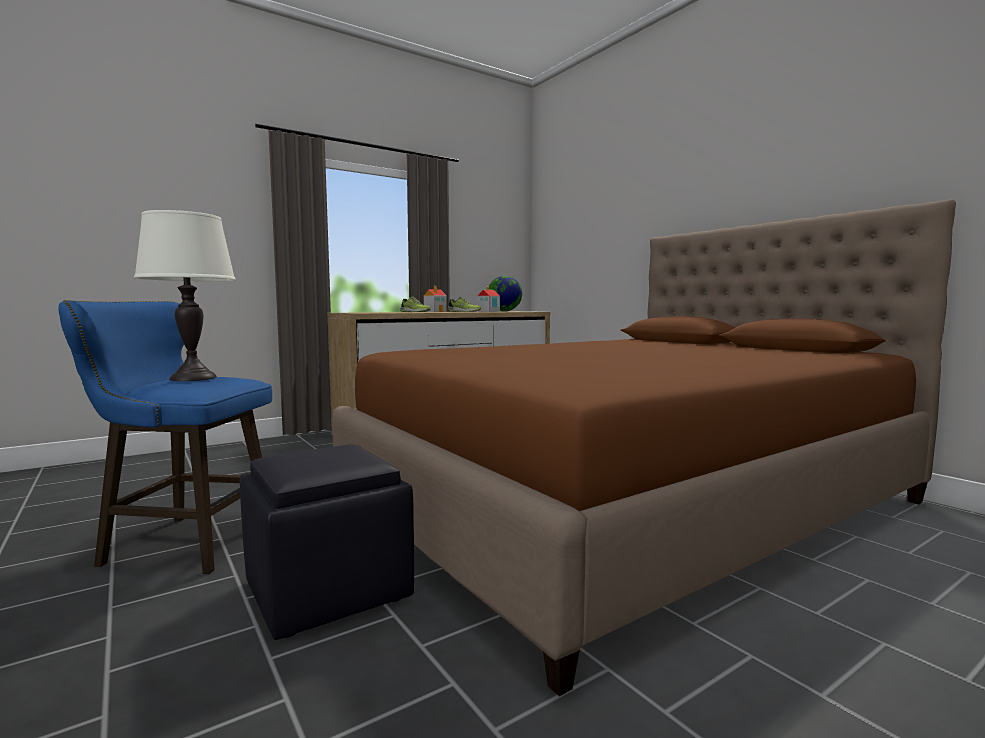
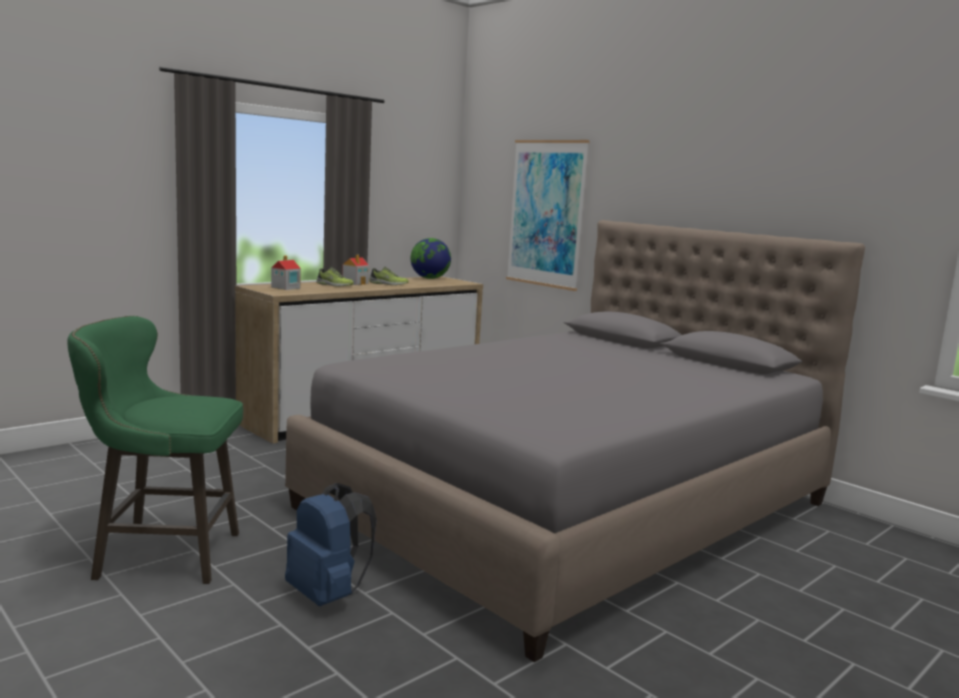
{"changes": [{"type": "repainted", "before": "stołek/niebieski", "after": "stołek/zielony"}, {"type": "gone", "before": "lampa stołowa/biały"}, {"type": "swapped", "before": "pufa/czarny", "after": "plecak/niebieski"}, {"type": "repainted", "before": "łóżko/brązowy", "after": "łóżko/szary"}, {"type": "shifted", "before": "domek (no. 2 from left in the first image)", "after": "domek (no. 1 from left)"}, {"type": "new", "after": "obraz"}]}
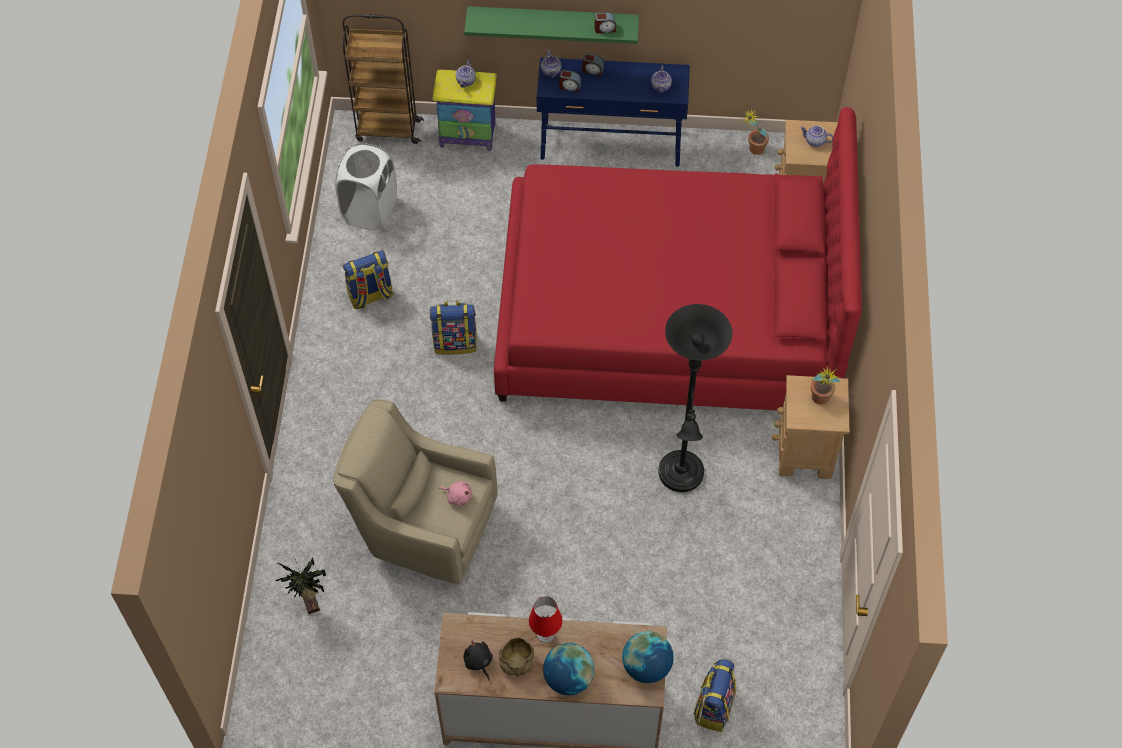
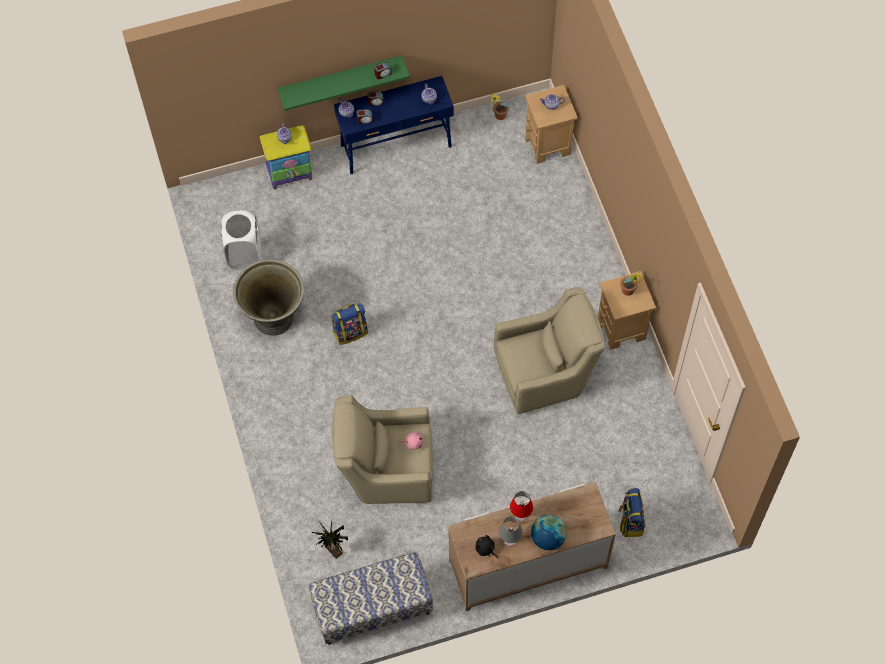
{"changes": [{"type": "swapped", "before": "plecak (no. 1 from left)", "after": "donica/szary"}, {"type": "gone", "before": "wózek/brązowy"}, {"type": "gone", "before": "łóżko/czerwony"}, {"type": "swapped", "before": "miska/beżowy", "after": "lampa stołowa/szary"}, {"type": "gone", "before": "globus (no. 2 from left)"}, {"type": "swapped", "before": "lampa stojąca/czarny", "after": "fotel/beżowy (no. 2 from left)"}, {"type": "new", "after": "ławka"}]}
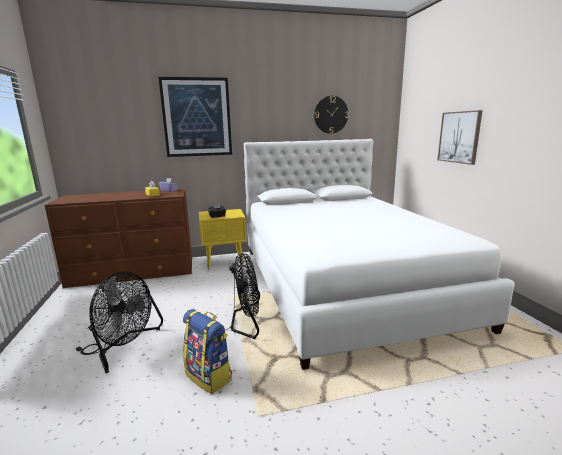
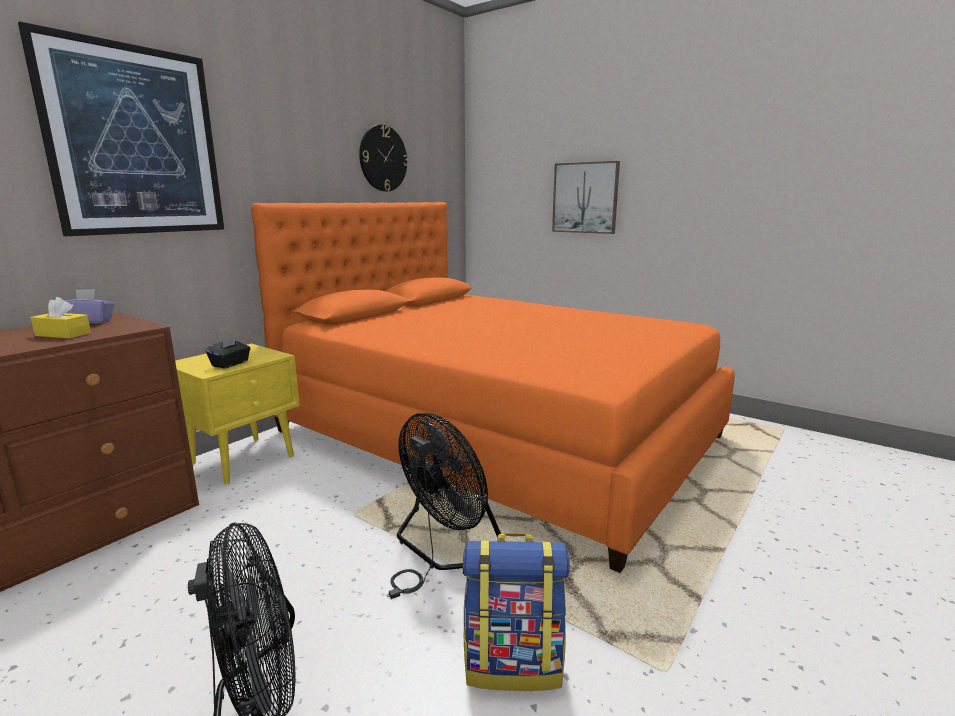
{"changes": [{"type": "repainted", "before": "łóżko/biały", "after": "łóżko/pomarańczowy"}]}
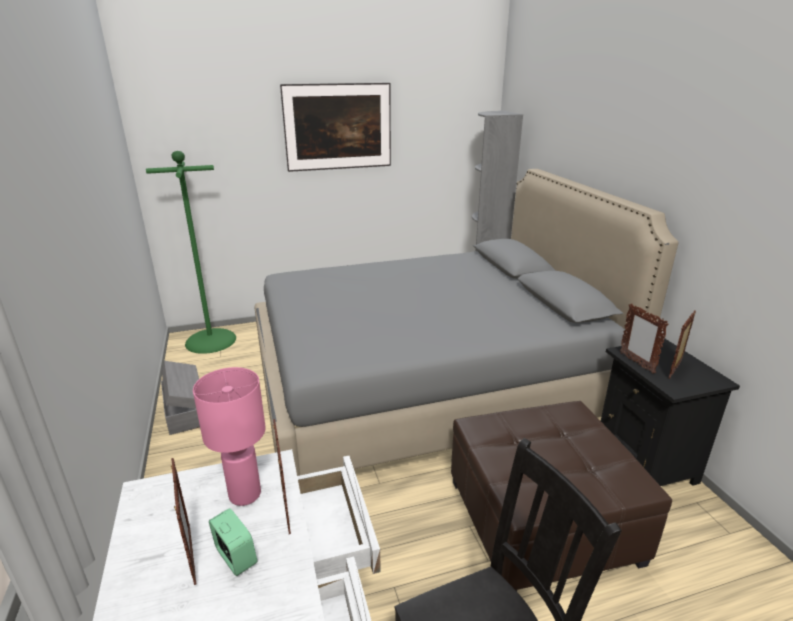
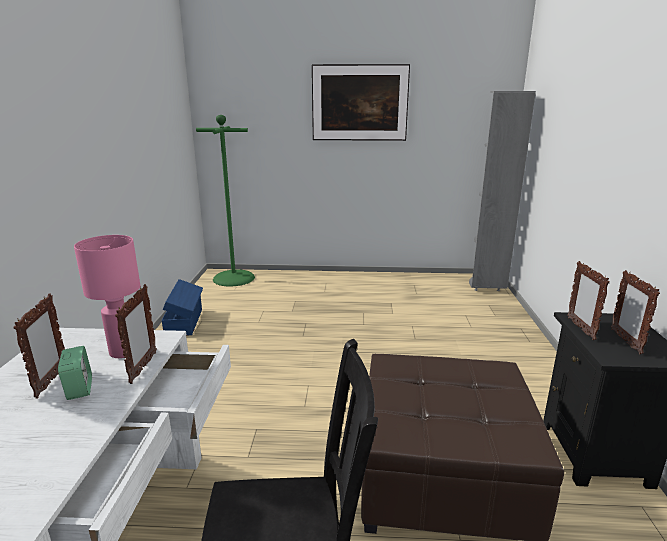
{"changes": [{"type": "repainted", "before": "pojemnik do przechowywania/szary", "after": "pojemnik do przechowywania/niebieski"}, {"type": "gone", "before": "łóżko/szary"}, {"type": "rotated", "before": "ramka na zdjęcie (no. 4 from left)", "turn": -60}]}
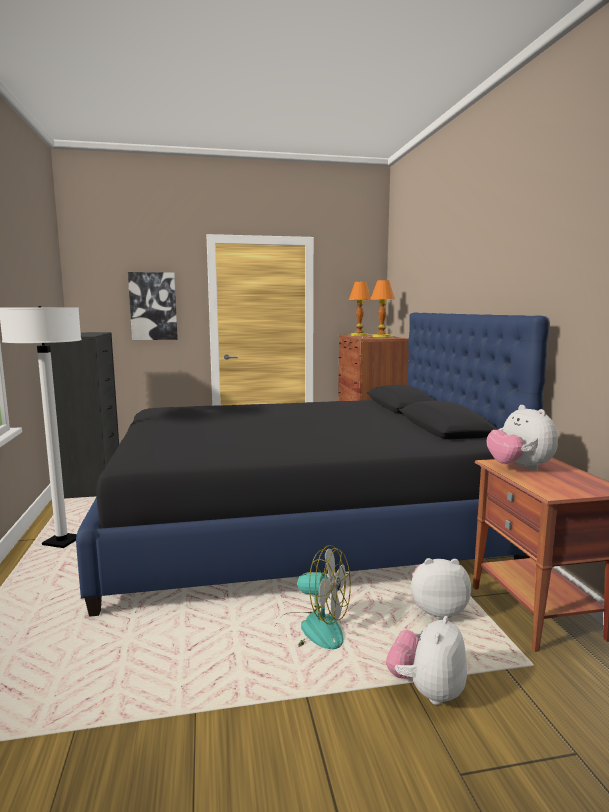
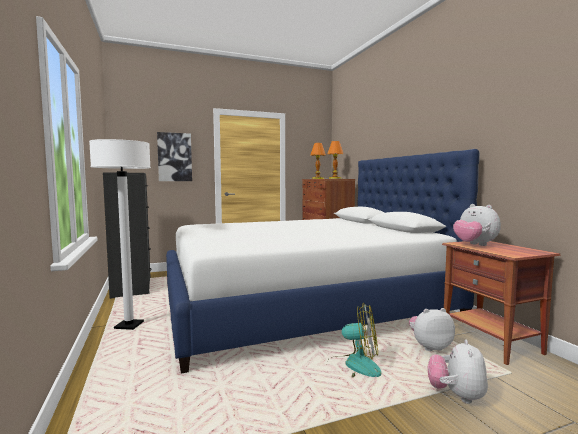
{"changes": [{"type": "repainted", "before": "łóżko/czarny", "after": "łóżko/biały"}]}
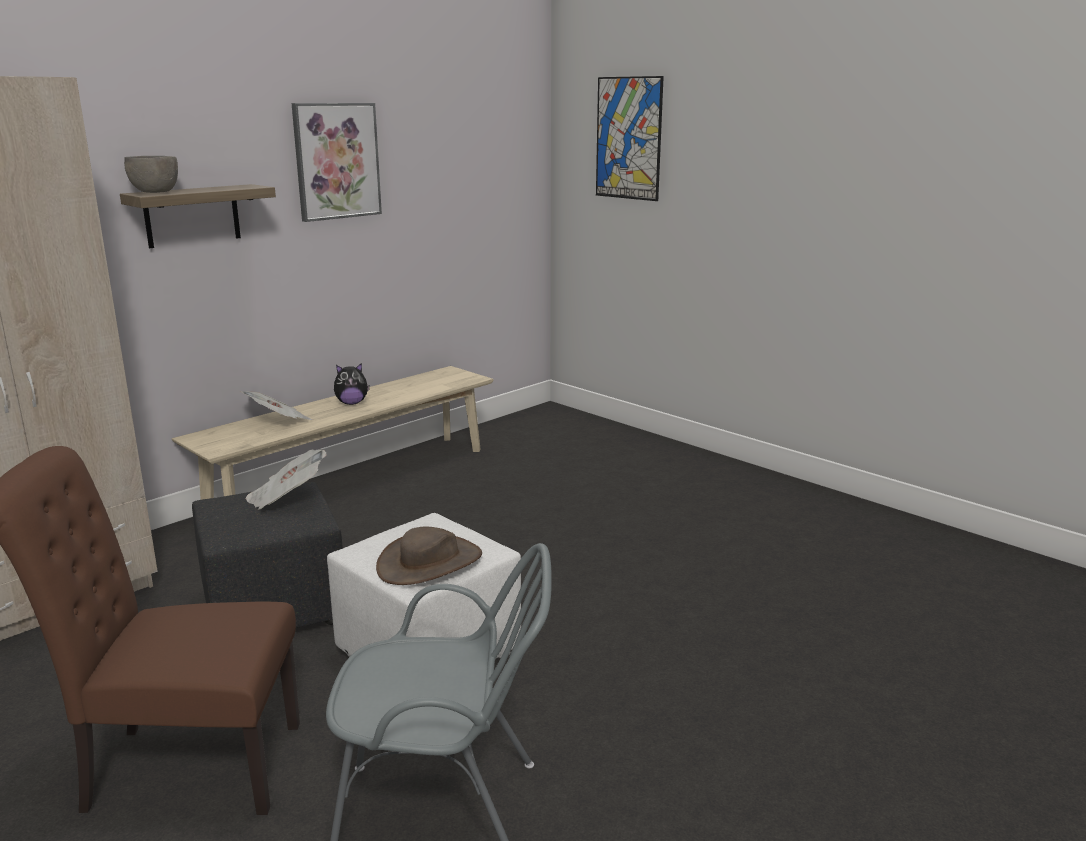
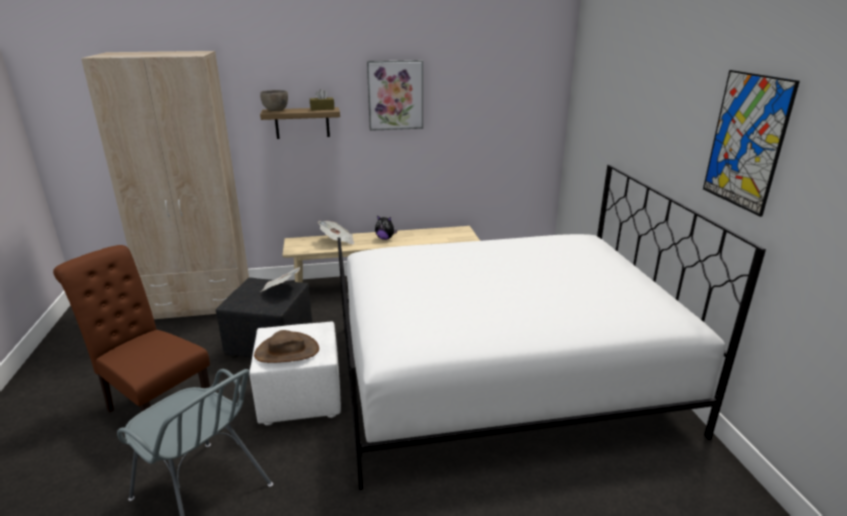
{"changes": [{"type": "shifted", "before": "obraz (no. 2 from left)"}, {"type": "new", "after": "pudełko chusteczek/brązowy"}, {"type": "new", "after": "łóżko/biały"}]}
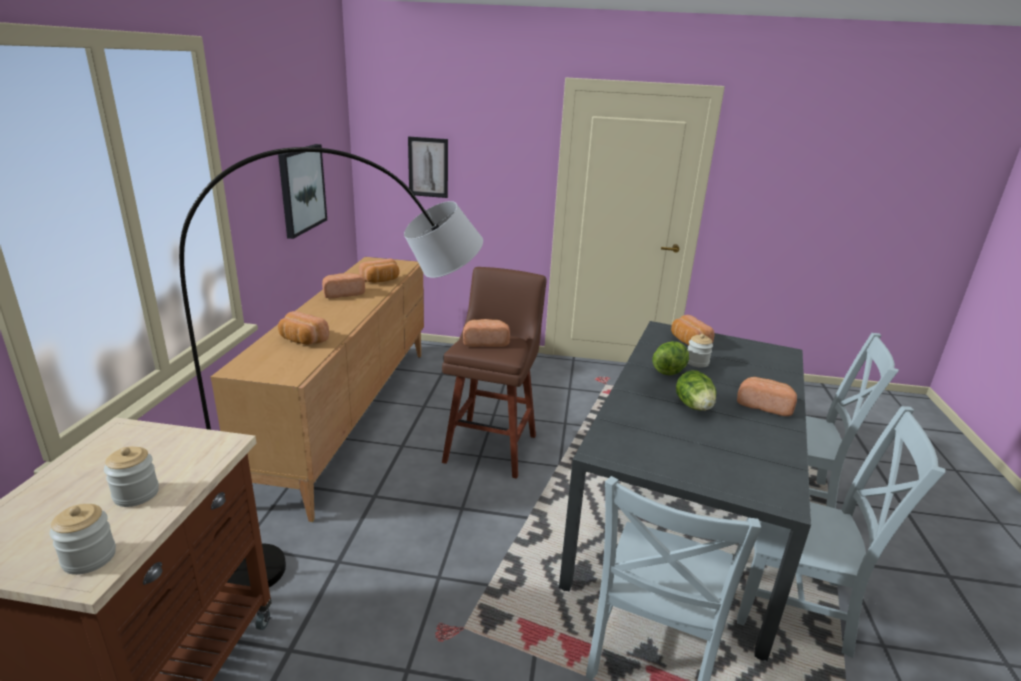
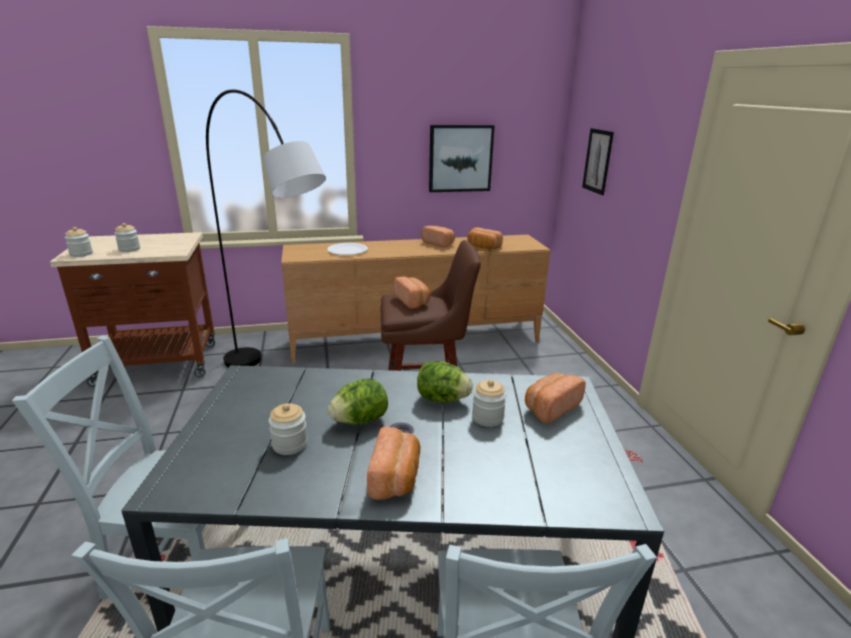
{"changes": [{"type": "swapped", "before": "chleb (no. 1 from left)", "after": "talerz/biały"}, {"type": "new", "after": "słoik (no. 3 from left)"}]}
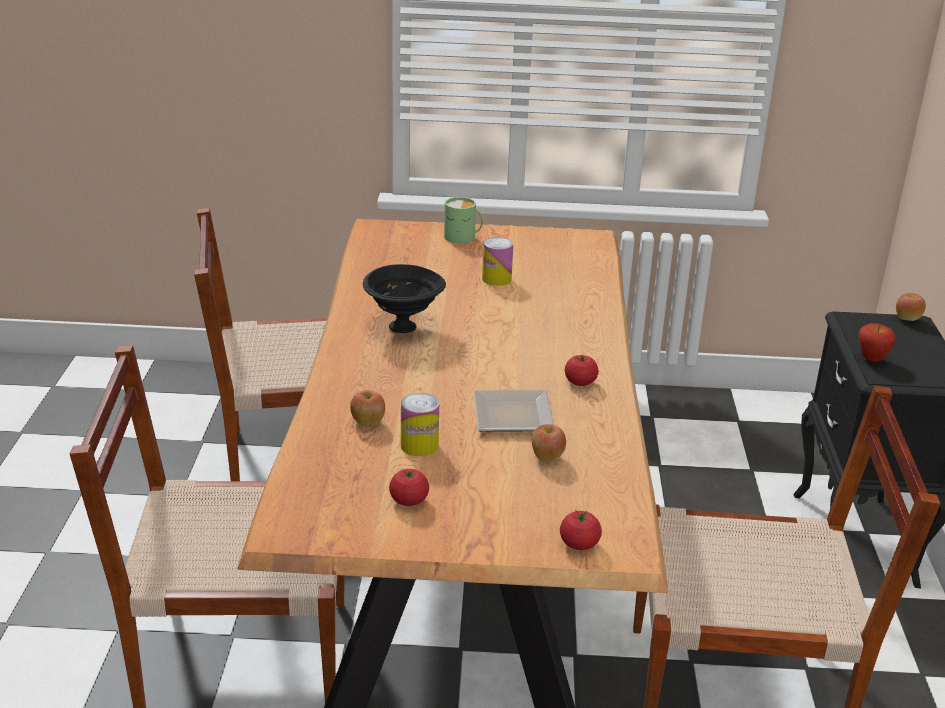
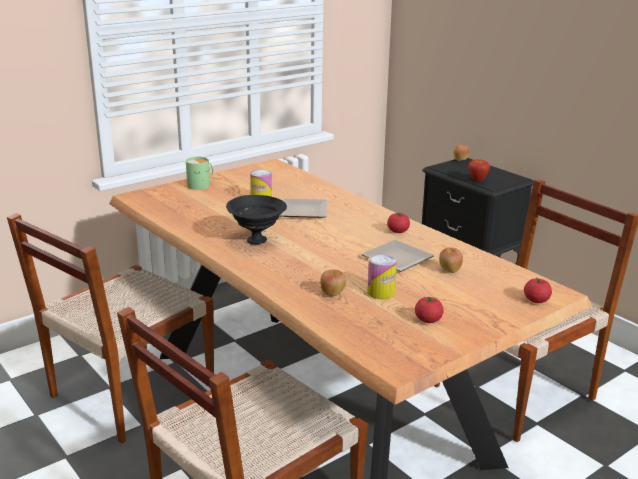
{"changes": [{"type": "new", "after": "talerz (no. 1 from left)"}]}
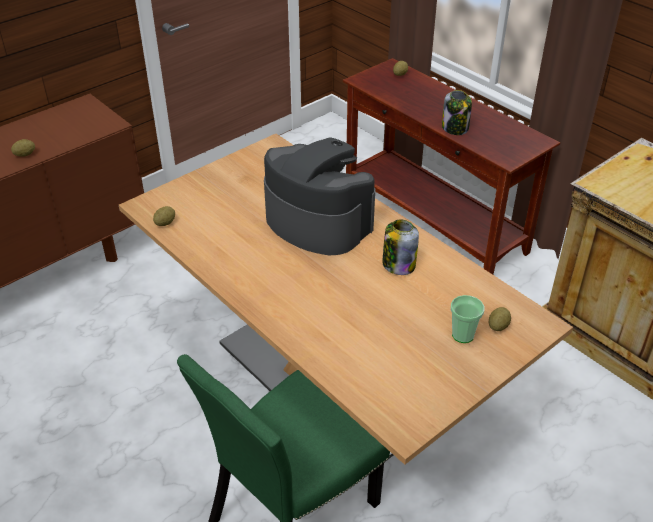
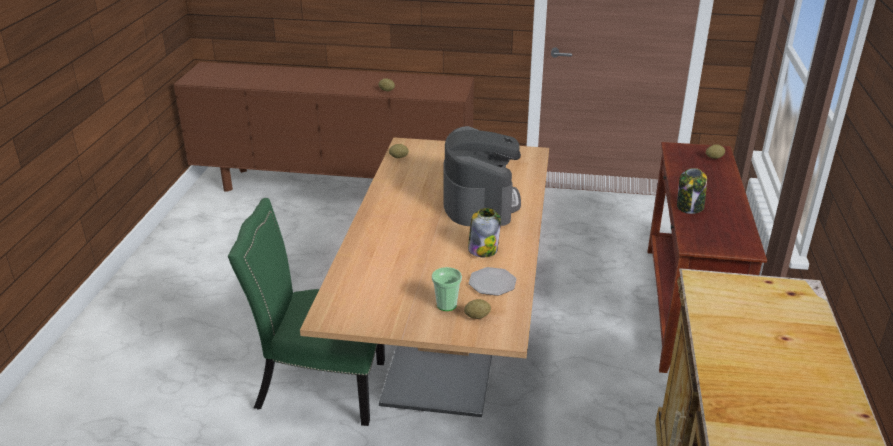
{"changes": [{"type": "new", "after": "talerz"}]}
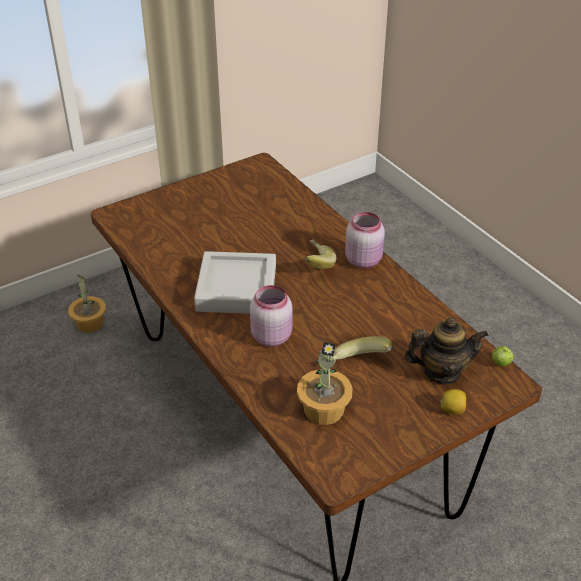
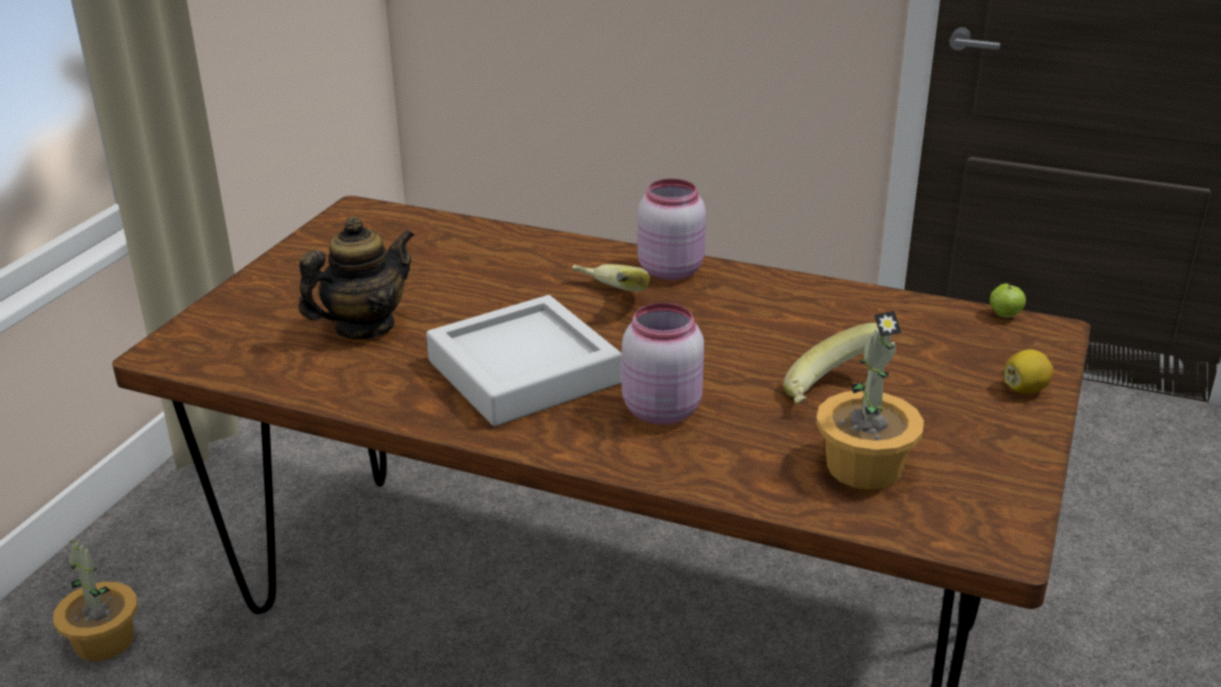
{"changes": [{"type": "shifted", "before": "imbryk"}]}
